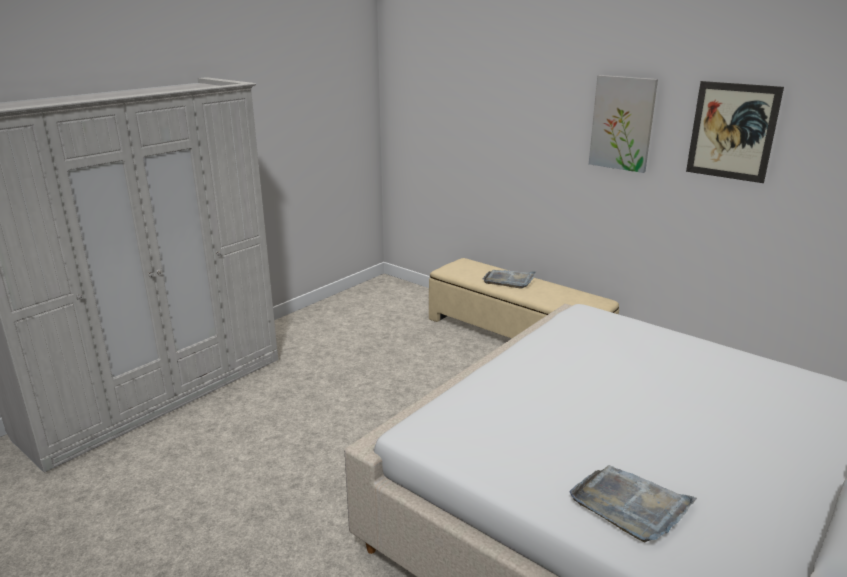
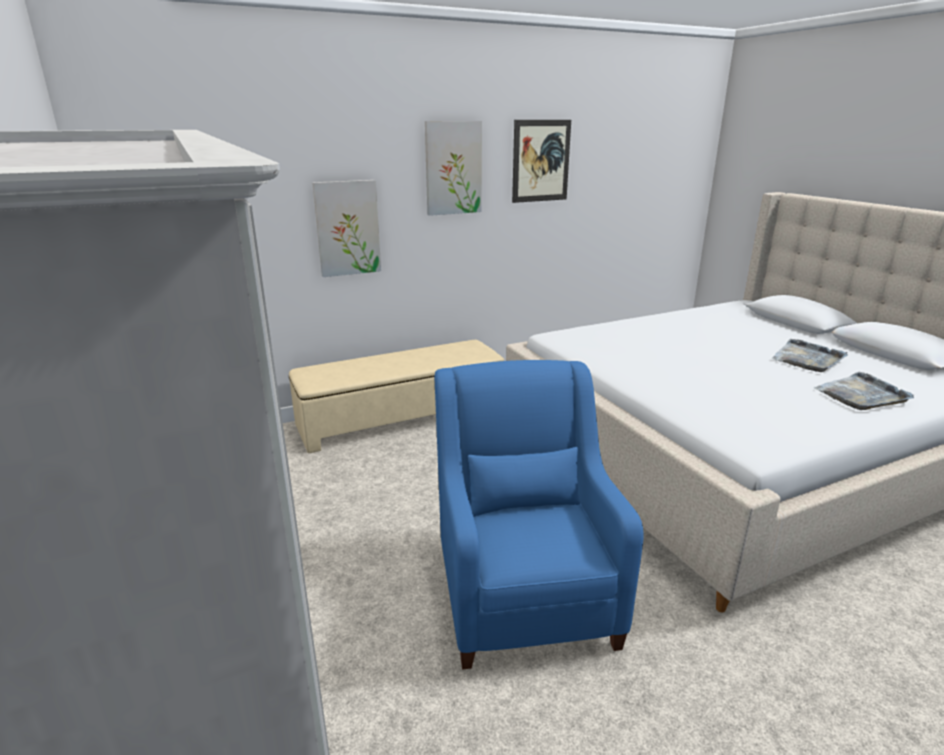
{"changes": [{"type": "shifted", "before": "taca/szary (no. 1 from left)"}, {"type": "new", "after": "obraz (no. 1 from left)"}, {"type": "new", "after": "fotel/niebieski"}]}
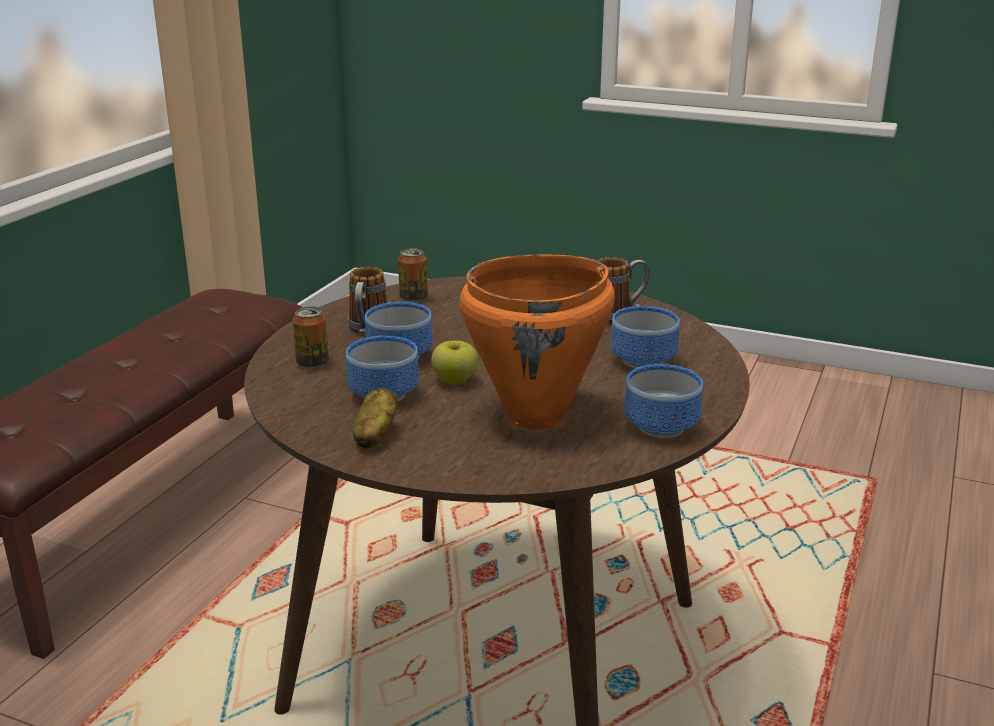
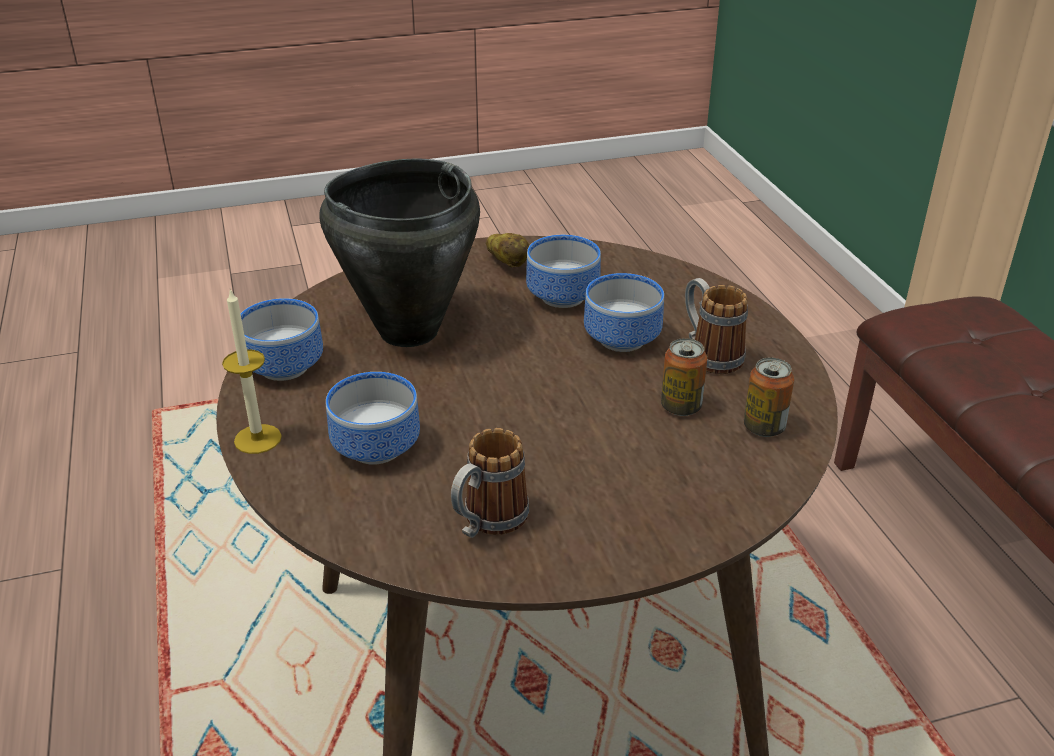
{"changes": [{"type": "shifted", "before": "puszka (no. 1 from left)"}, {"type": "gone", "before": "jabłko"}, {"type": "repainted", "before": "garnek/pomarańczowy", "after": "garnek/czarny"}, {"type": "new", "after": "świeca"}]}
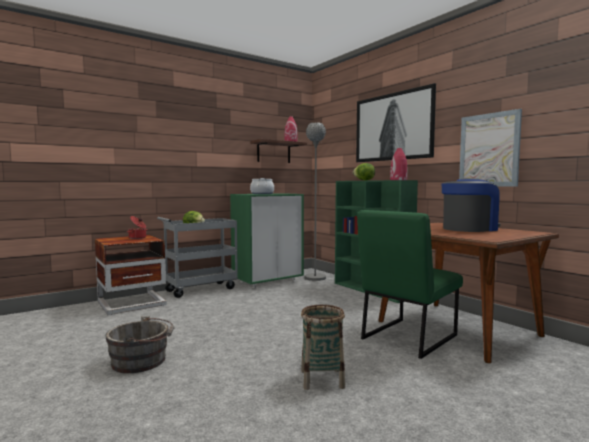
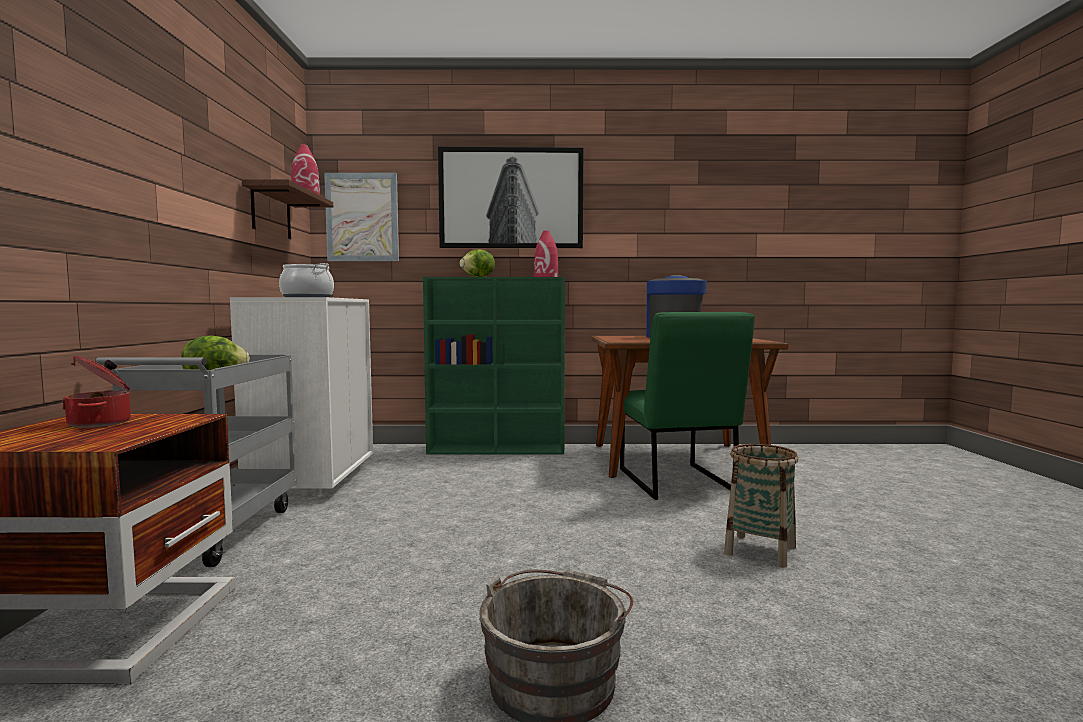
{"changes": [{"type": "repainted", "before": "szafka/zielony", "after": "szafka/biały"}, {"type": "gone", "before": "lampa stojąca/szary"}, {"type": "shifted", "before": "obraz (no. 2 from left in the first image)", "after": "obraz (no. 1 from left)"}]}
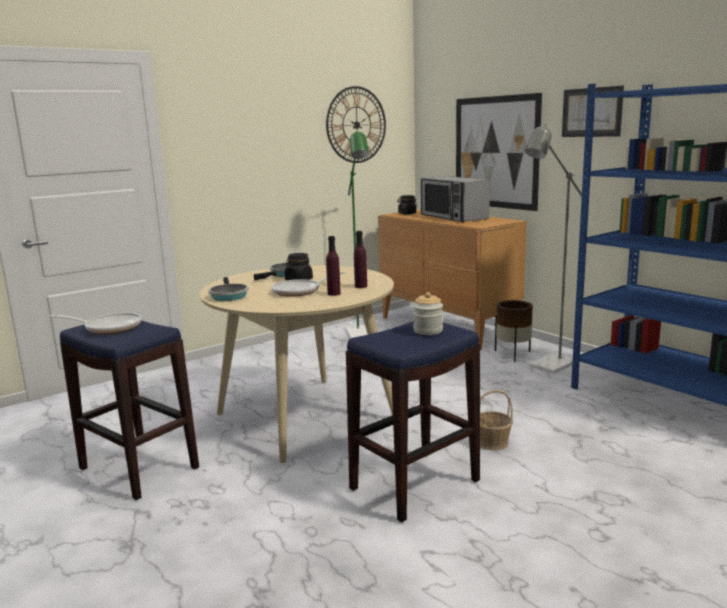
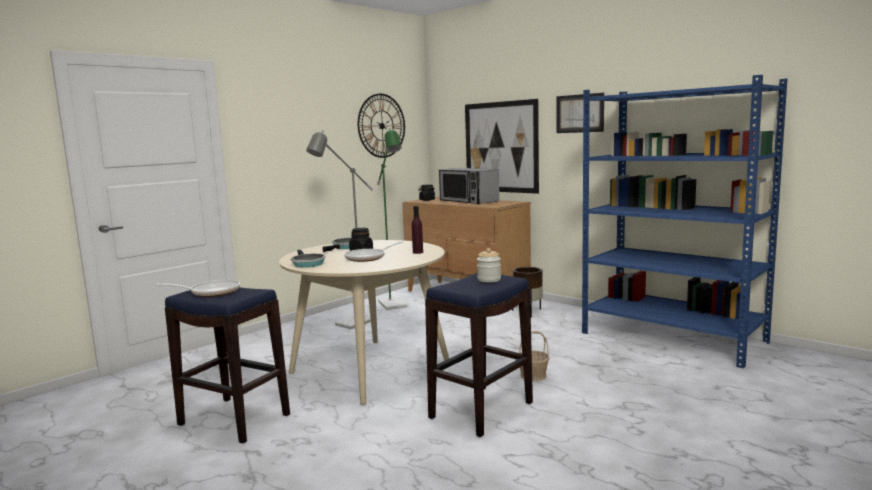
{"changes": [{"type": "gone", "before": "butelka/fioletowy (no. 1 from left)"}, {"type": "shifted", "before": "lampa stojąca/szary"}]}
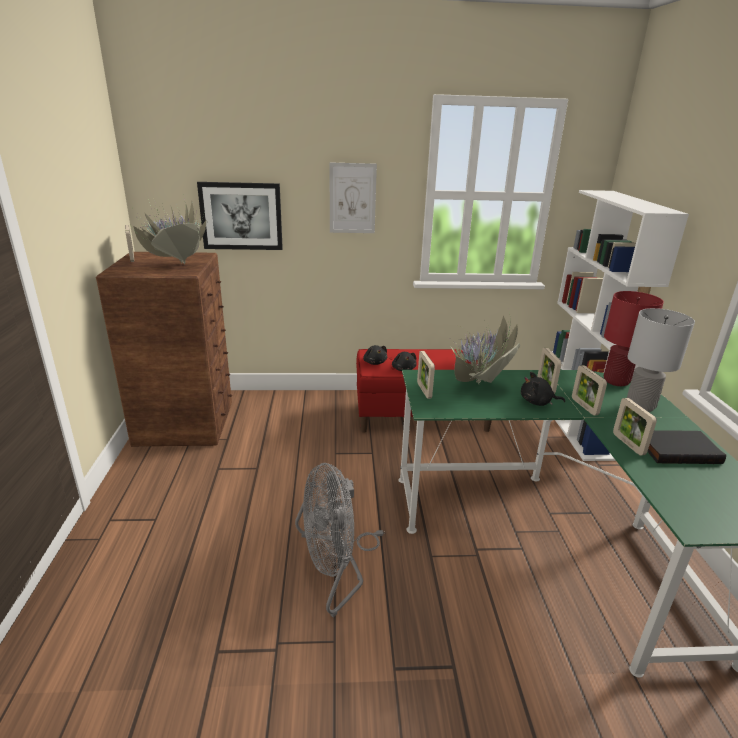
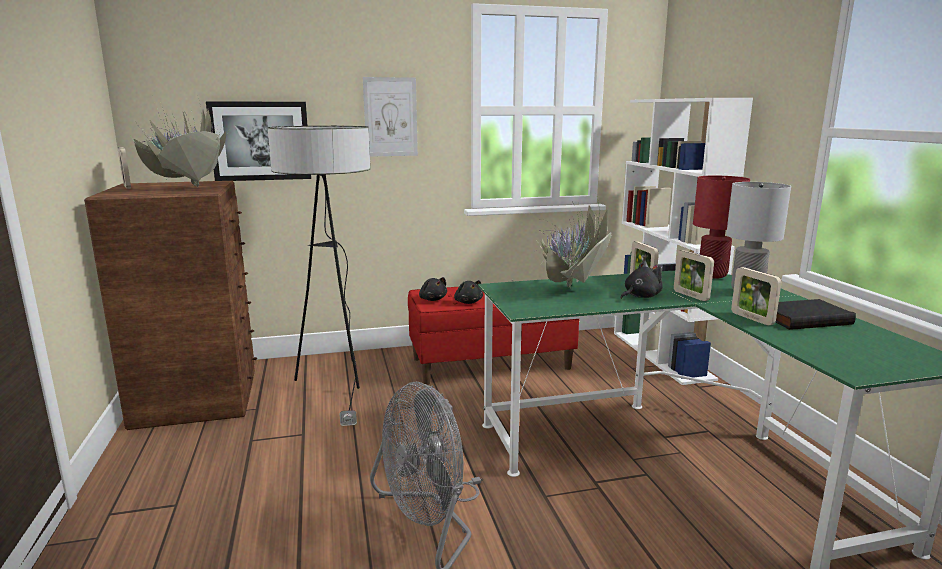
{"changes": [{"type": "gone", "before": "ramka na zdjęcie (no. 2 from left)"}, {"type": "rotated", "before": "pluszak/czarny (no. 3 from left)", "turn": 150}, {"type": "new", "after": "lampa stojąca"}]}
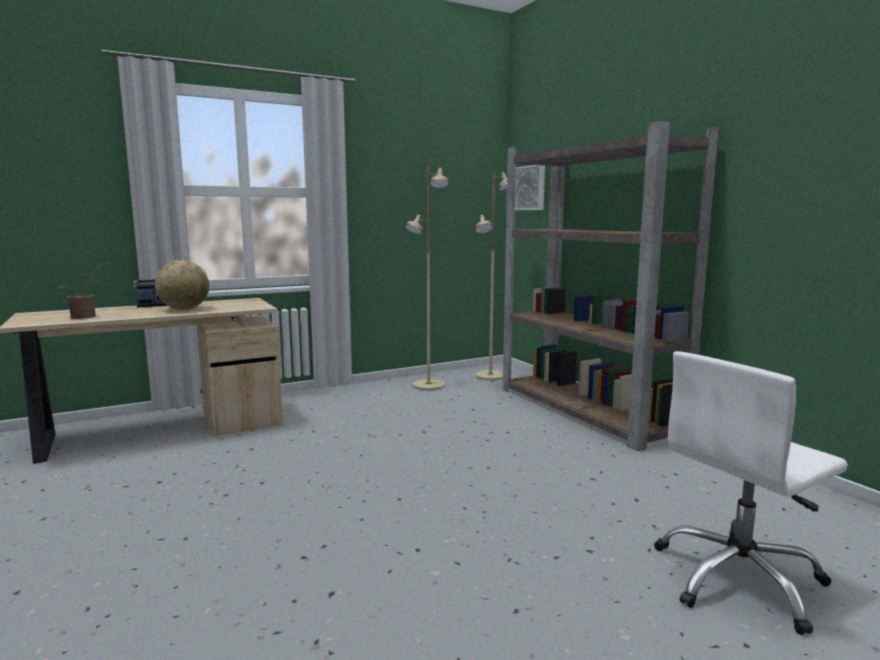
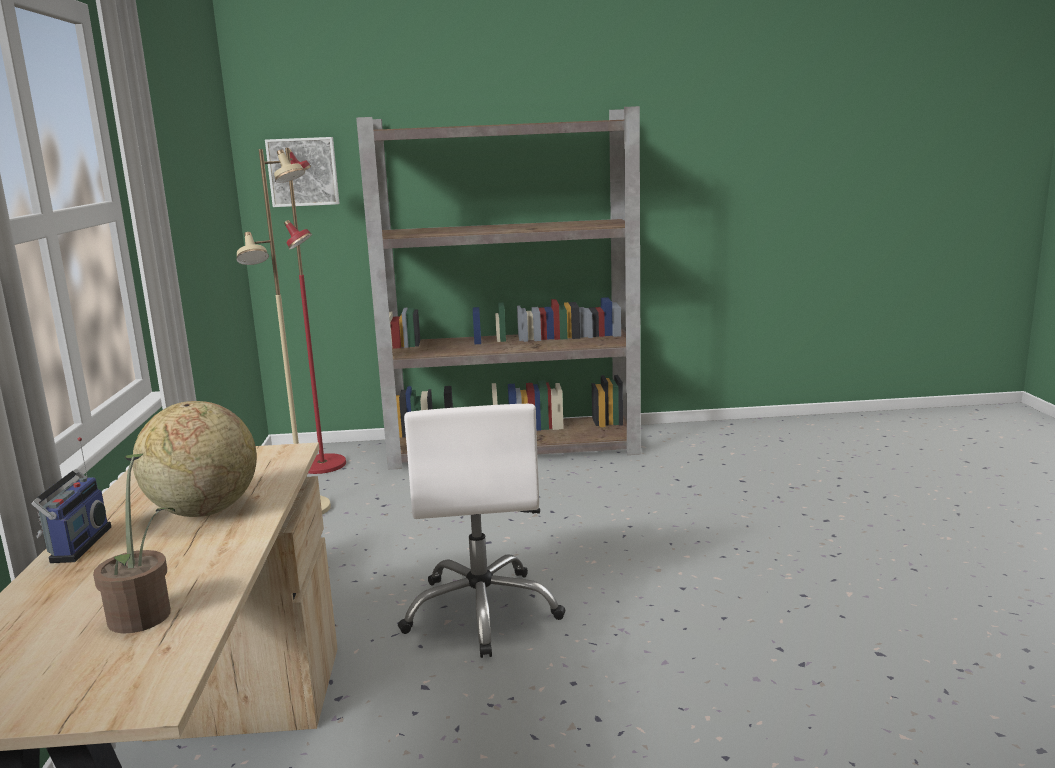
{"changes": [{"type": "repainted", "before": "lampa stojąca/beżowy (no. 2 from left)", "after": "lampa stojąca/czerwony"}, {"type": "shifted", "before": "krzesło biurowe/biały"}]}
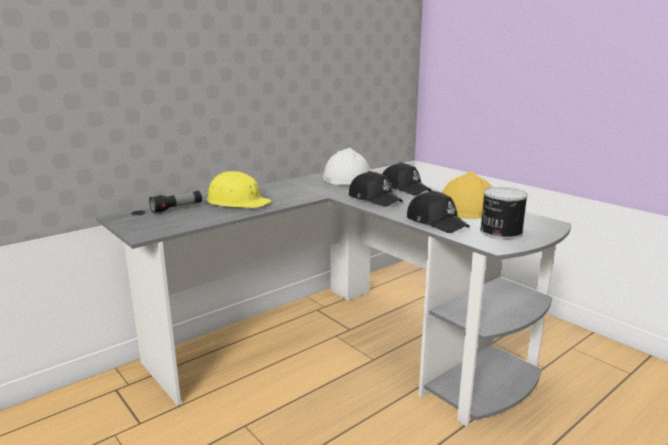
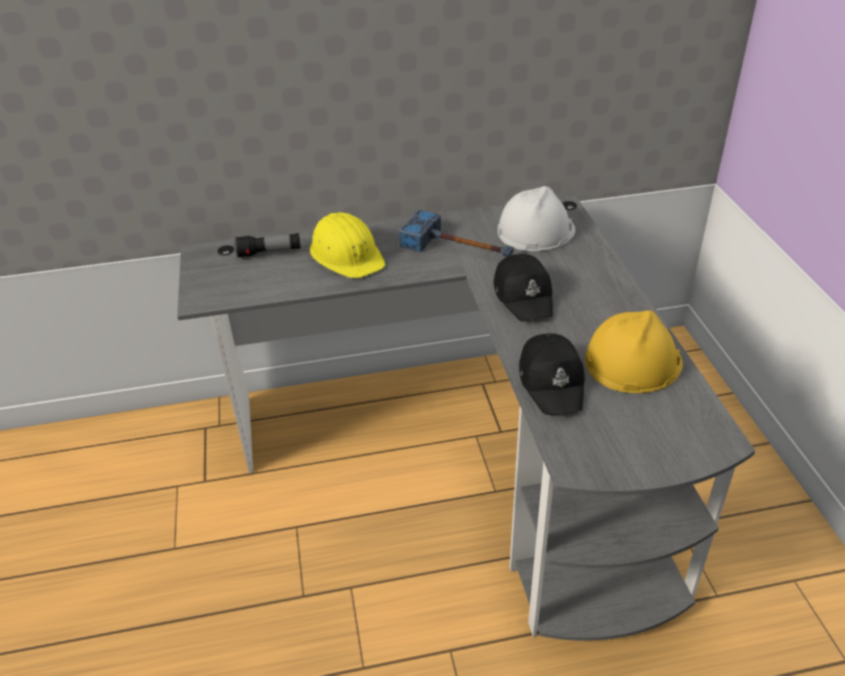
{"changes": [{"type": "gone", "before": "czapka z daszkiem/czarny (no. 2 from left)"}, {"type": "gone", "before": "puszka"}, {"type": "new", "after": "młotek"}]}
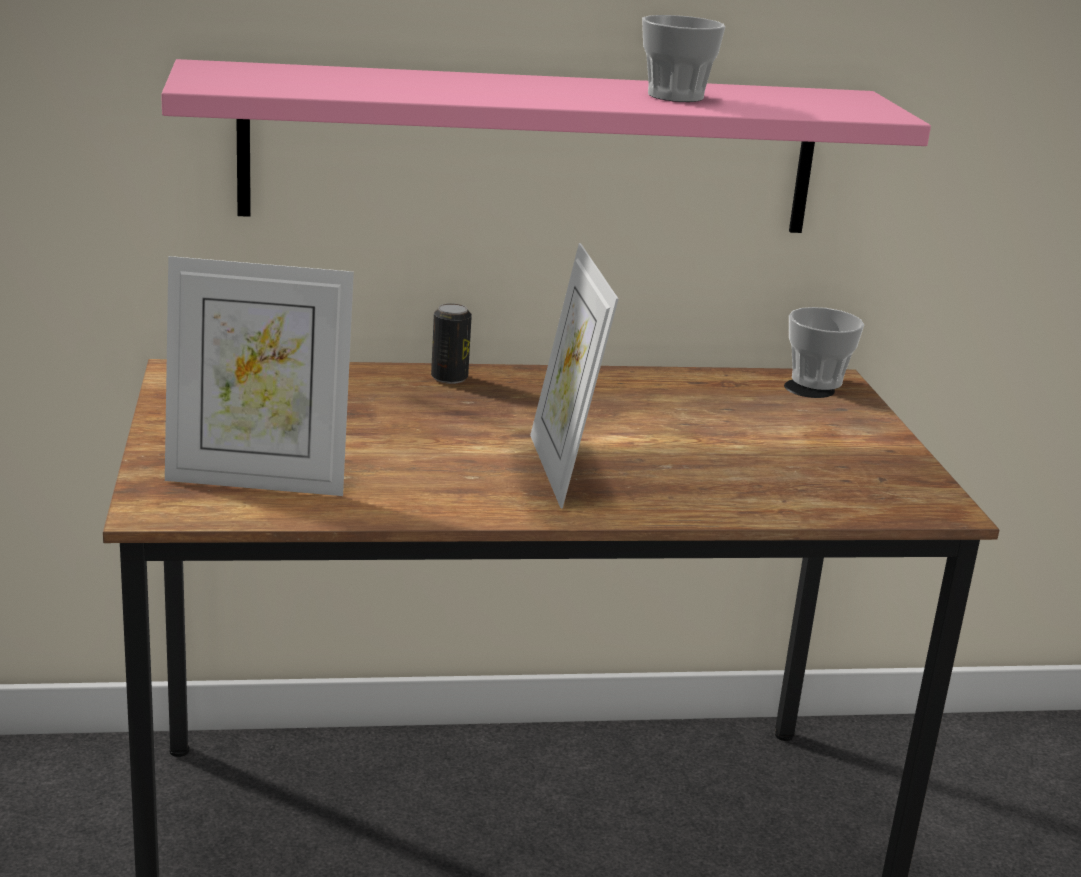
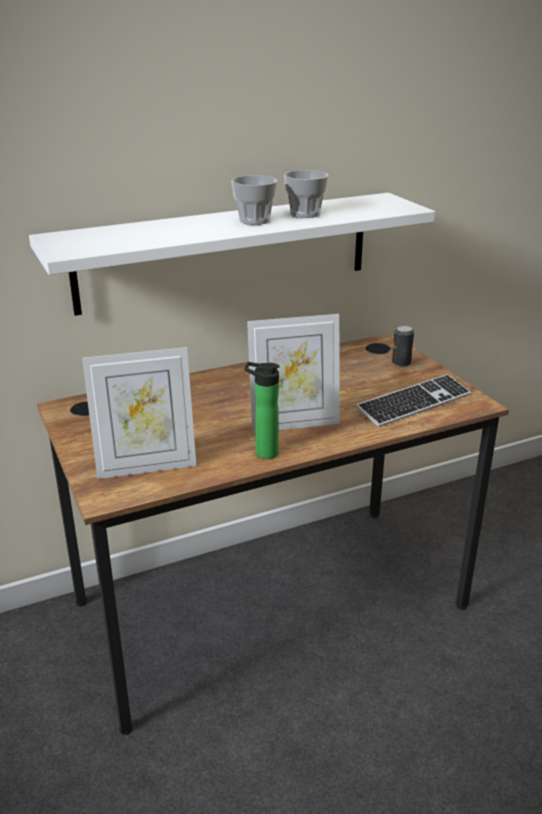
{"changes": [{"type": "repainted", "before": "półka/różowy", "after": "półka/biały"}, {"type": "shifted", "before": "puszka"}, {"type": "rotated", "before": "ramka na zdjęcie (no. 2 from left)", "turn": -75}, {"type": "shifted", "before": "filiżanka (no. 2 from left in the first image)", "after": "filiżanka (no. 1 from left)"}, {"type": "new", "after": "butelka"}, {"type": "new", "after": "klawiatura"}]}
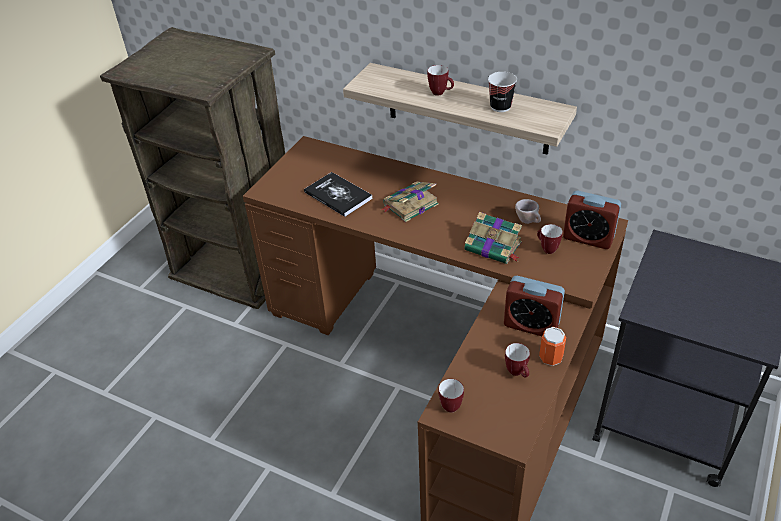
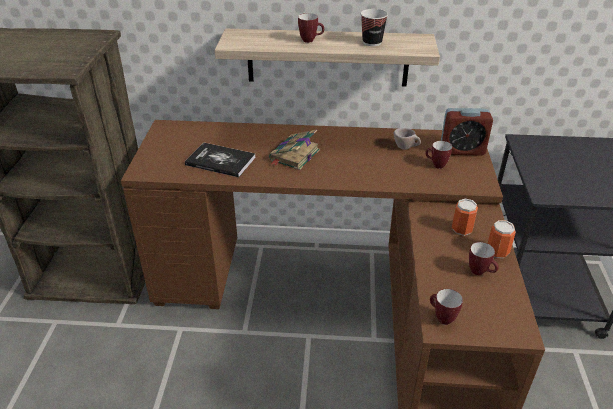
{"changes": [{"type": "gone", "before": "książka (no. 3 from left)"}, {"type": "swapped", "before": "budzik (no. 1 from left)", "after": "puszka (no. 1 from left)"}]}
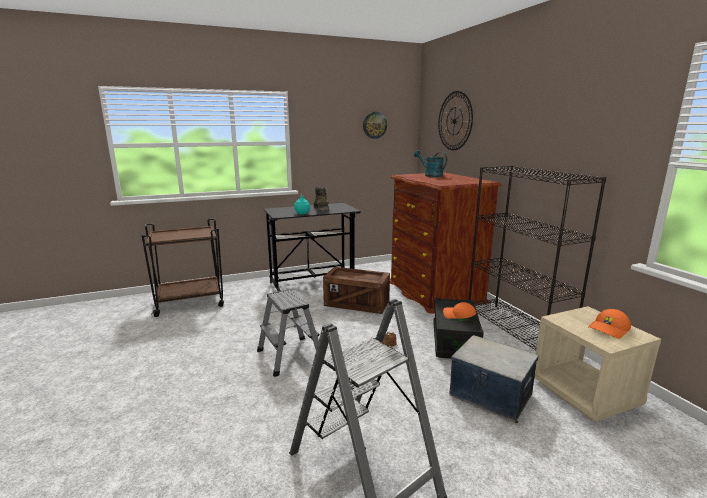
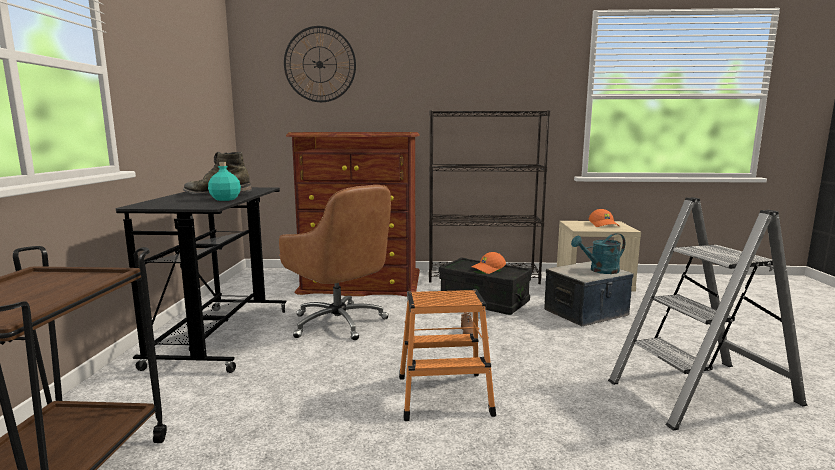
{"changes": [{"type": "repainted", "before": "drabinka/szary (no. 1 from left)", "after": "drabinka/pomarańczowy"}, {"type": "swapped", "before": "skrzynka", "after": "krzesło biurowe/brązowy"}, {"type": "gone", "before": "zegar ścienny (no. 1 from left)"}, {"type": "shifted", "before": "konewka/turkusowy"}]}
